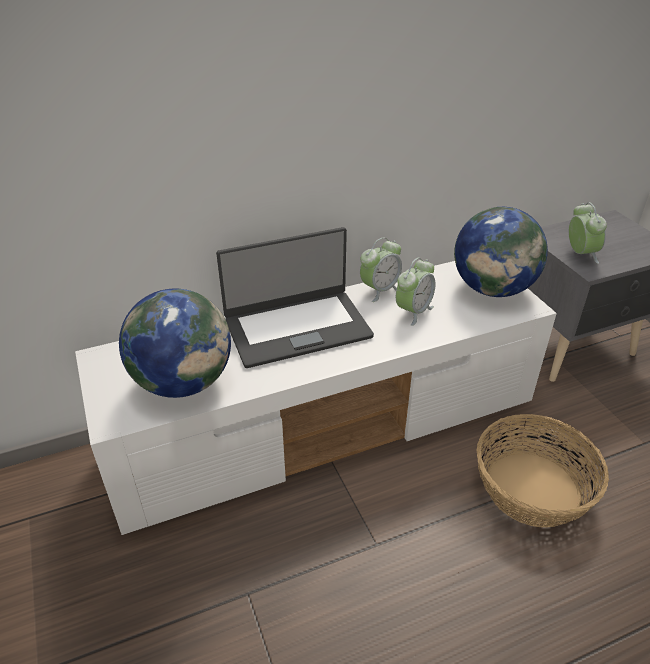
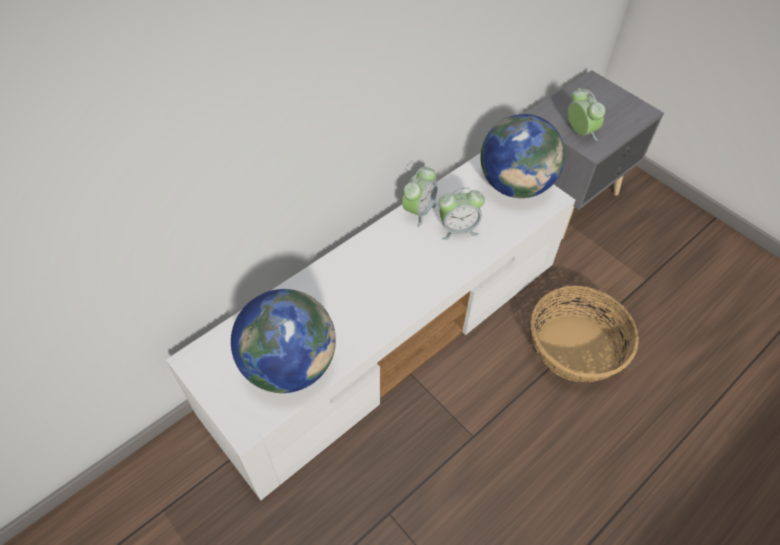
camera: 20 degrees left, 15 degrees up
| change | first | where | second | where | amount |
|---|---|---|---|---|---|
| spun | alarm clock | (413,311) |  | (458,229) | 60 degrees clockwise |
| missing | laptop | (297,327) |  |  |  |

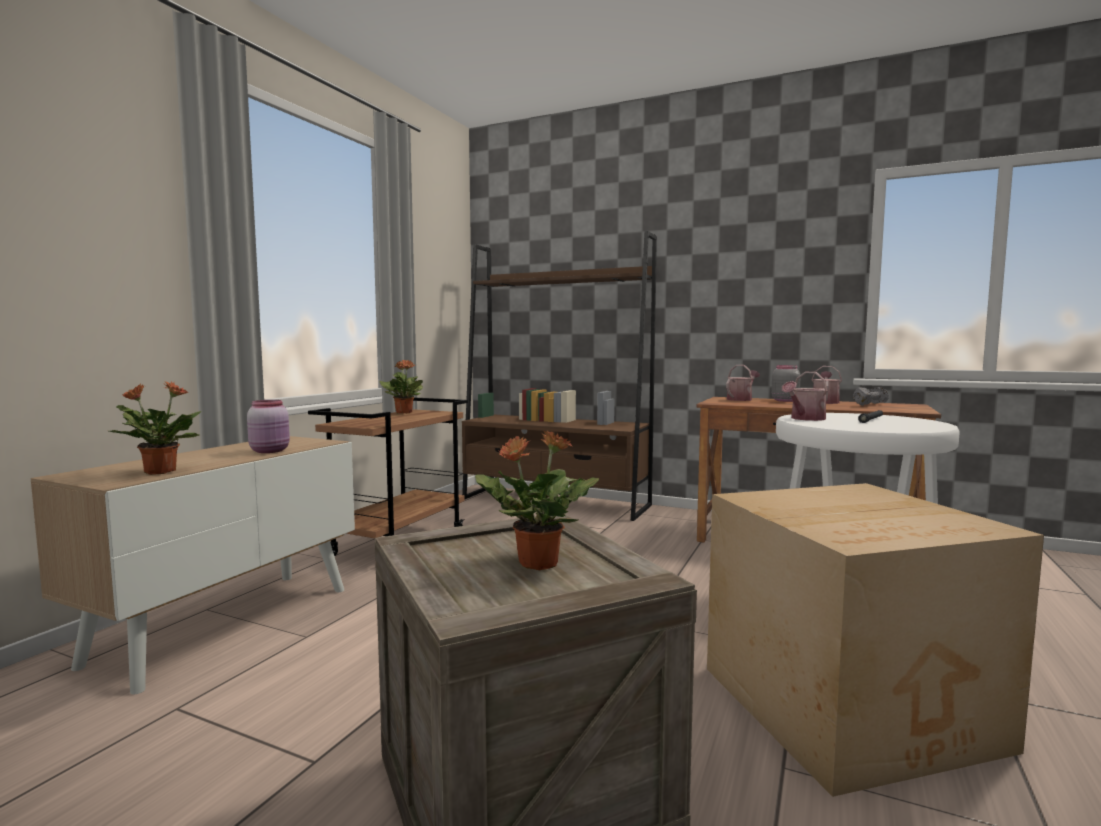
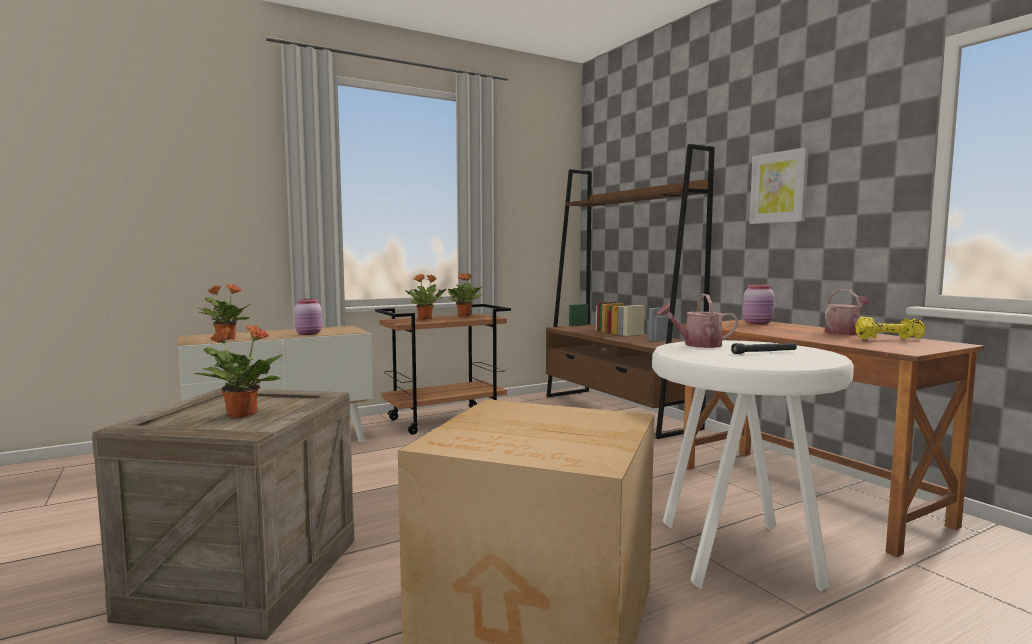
camera: 35 degrees right, 0 degrees up
| change | first | where | second | where | amount |
|---|---|---|---|---|---|
| appeared |  |  | potted plant | (425,319) |  |
| exchanged | watering can | (741,399) | jar/pink | (758,323) |  |
| appeared |  |  | picture | (779,187) |  |
| colour | dumbbell/grey | (869,404) | dumbbell/yellow | (888,339) |  |
| missing | jar/grey | (784,400) |  |  |  |

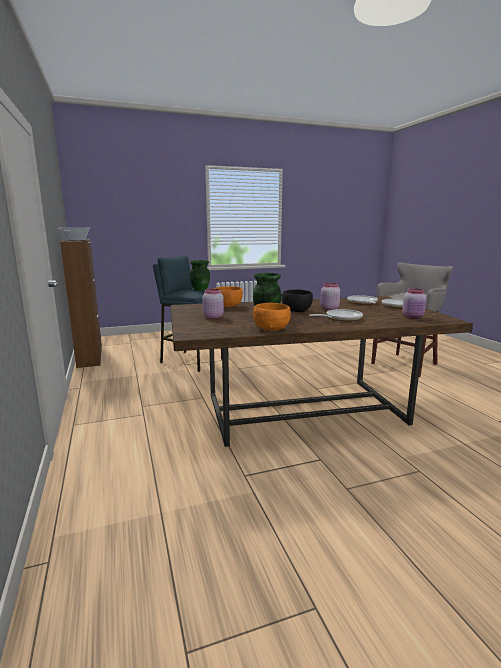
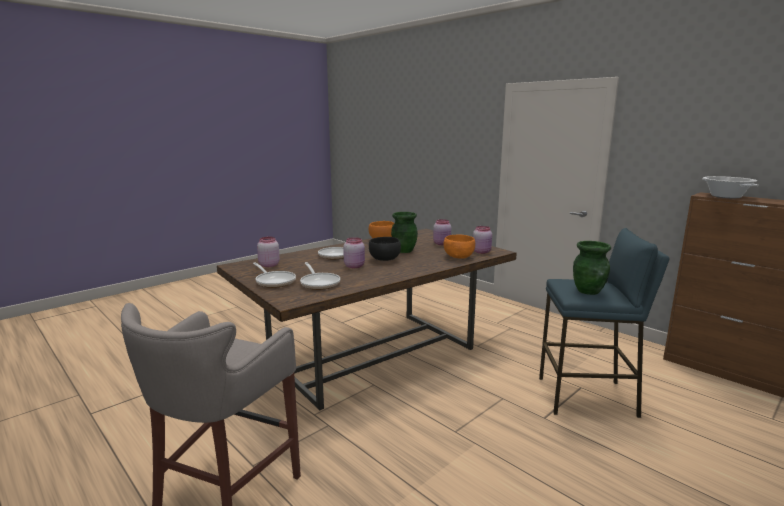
camera: 155 degrees right, 0 degrees up
| change | first | where | second | where | amount |
|---|---|---|---|---|---|
| appeared |  |  | jar/pink | (482,252) |  |

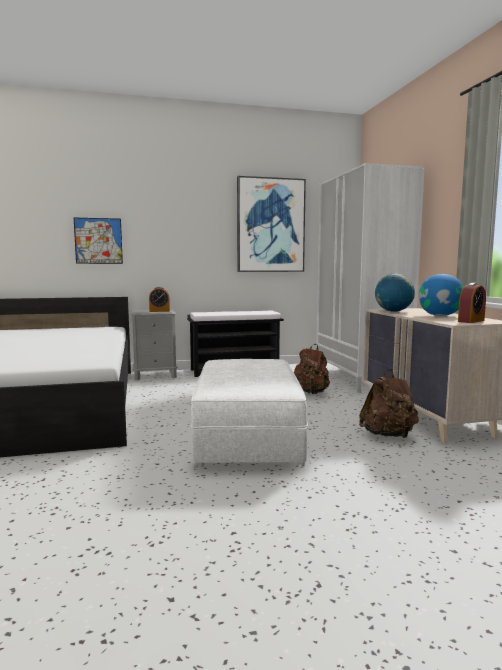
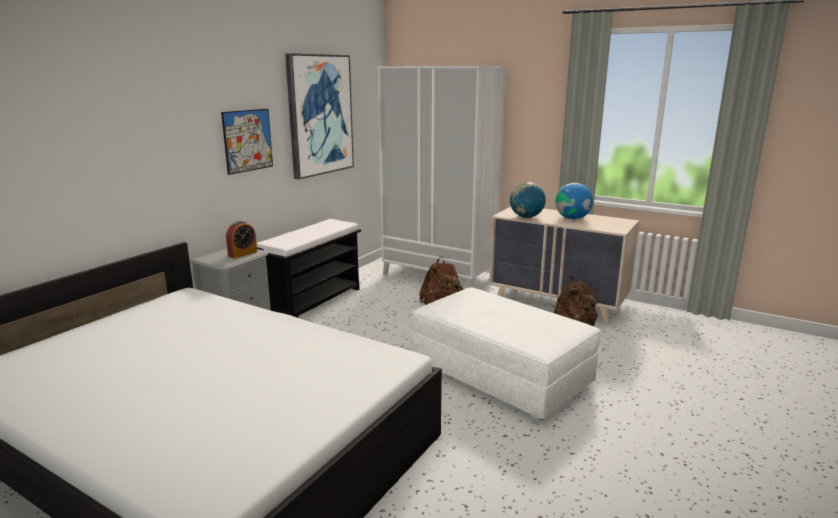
camera: 45 degrees left, 10 degrees up
| change | first | where | second | where | amount |
|---|---|---|---|---|---|
| relocated | picture | (98,241) |  | (248,140) |  |
| missing | alarm clock | (471,321) |  |  |  |

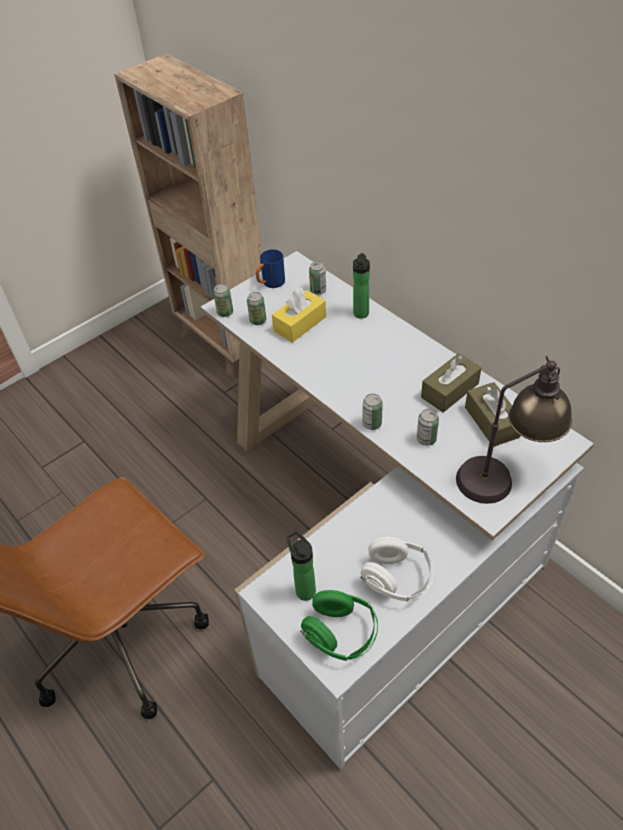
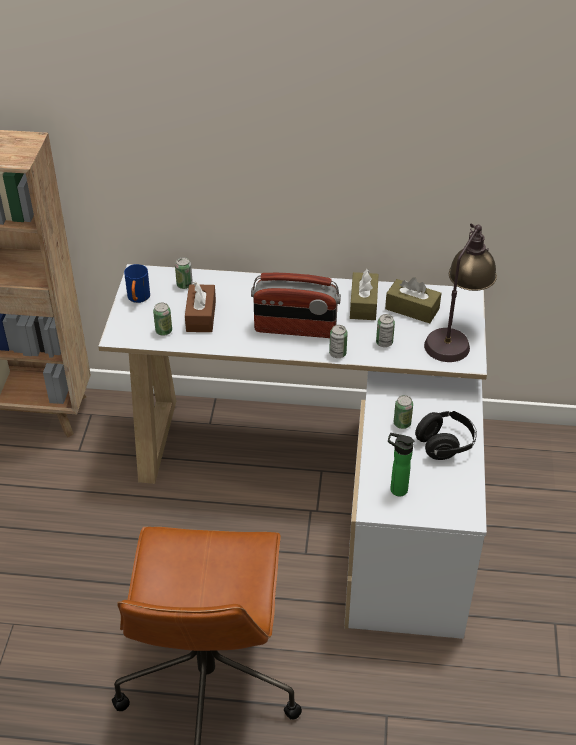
camera: 45 degrees left, 5 degrees down
| change | first | where | second | where | amount |
|---|---|---|---|---|---|
| colour | tissue box/yellow | (300,324) | tissue box/brown | (201,316) |  |
| appeared |  |  | radio | (295,329) |  |
| relocated | can | (225,312) |  | (402,423) |  |
| colour | headphones/white | (397,579) | headphones/black | (445,444) |  |
| missing | headphones/green | (341,634) |  |  |  |
| missing | bottle | (360,315) |  |  |  |

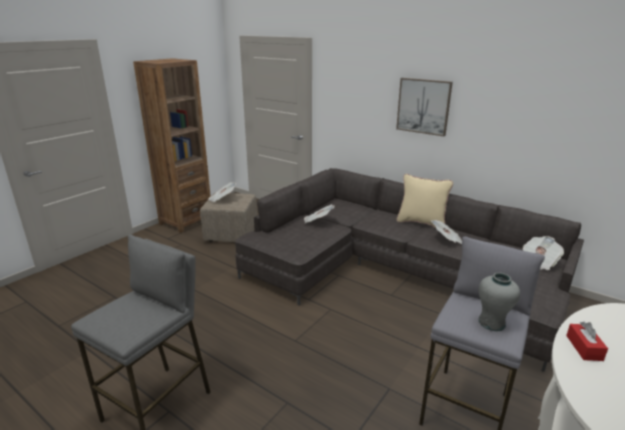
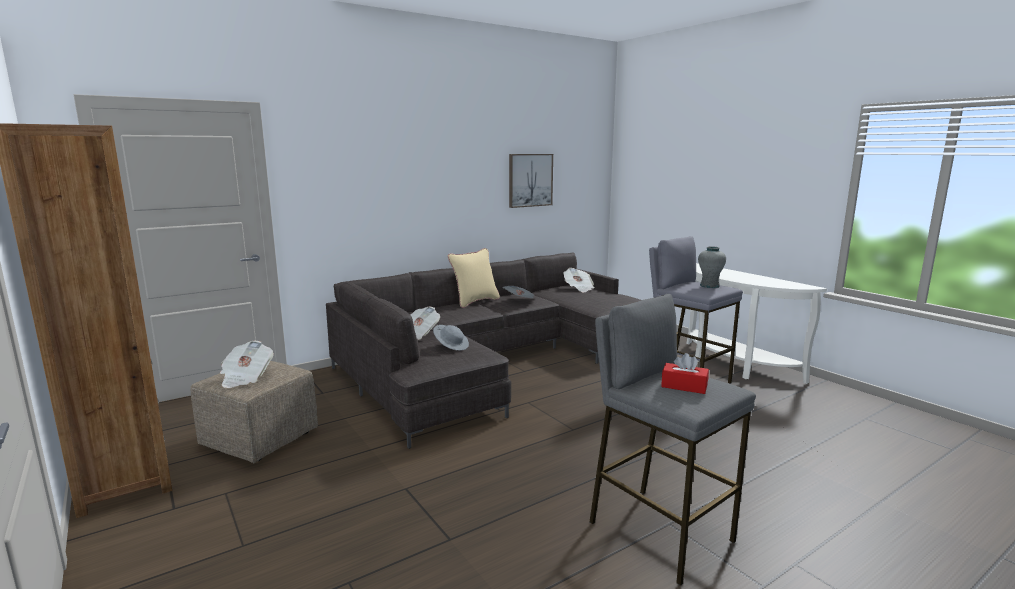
camera: 70 degrees left, 10 degrees down
| change | first | where | second | where | amount |
|---|---|---|---|---|---|
| appeared |  |  | hat/grey | (451,346) |  |
| relocated | picture | (423,106) |  | (530,180) |  |
| relocated | tissue box/red | (584,348) |  | (684,386) |  |

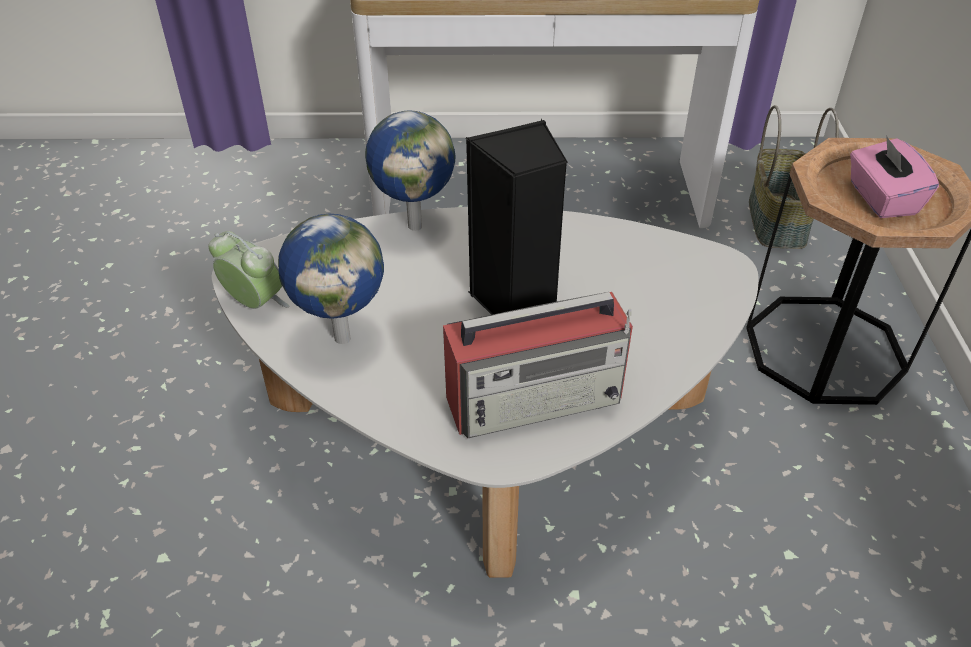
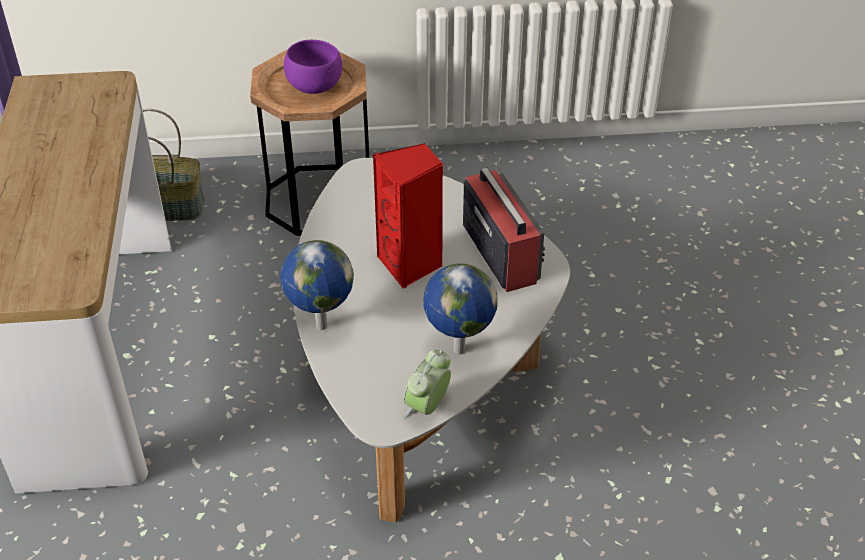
camera: 95 degrees left, 0 degrees up
| change | first | where | second | where | amount |
|---|---|---|---|---|---|
| exchanged | tissue box/pink | (881,199) | bowl/purple | (315,87) |  |
| colour | speaker/black | (516,303) | speaker/red | (411,265) |  |

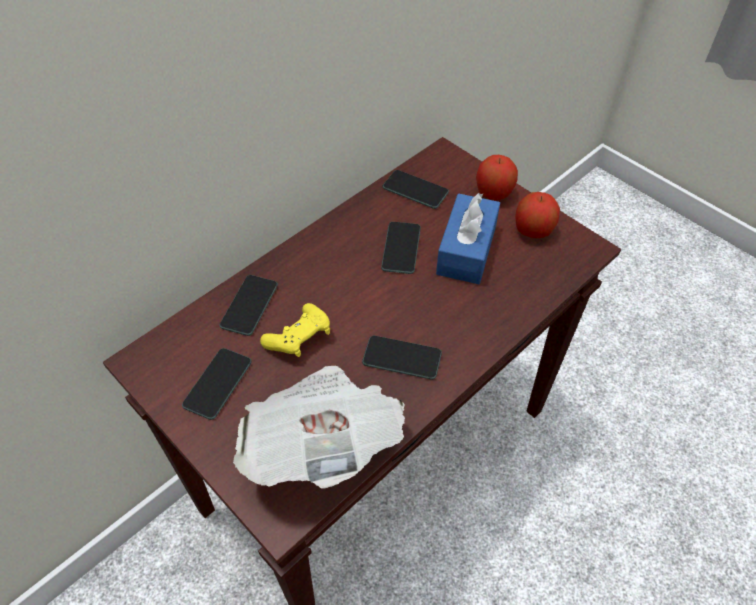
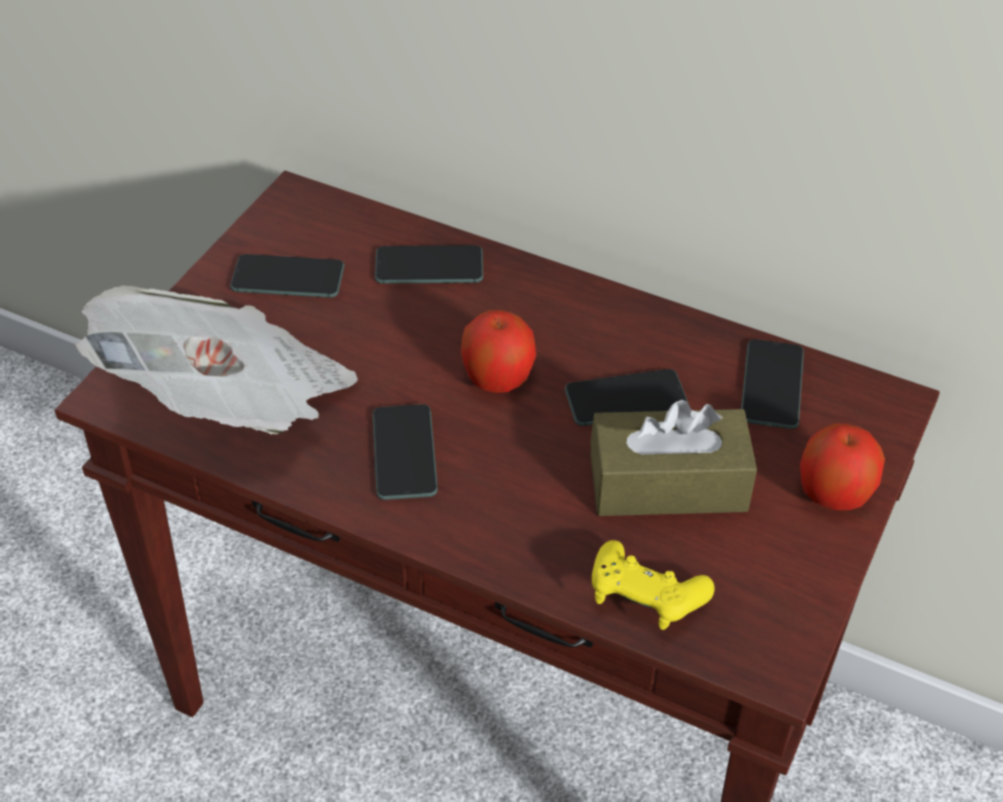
camera: 70 degrees right, 5 degrees down
| change | first | where | second | where | amount |
|---|---|---|---|---|---|
| relocated | apple | (533,230) |  | (498,378) |  |
| colour | tissue box/blue | (466,250) | tissue box/brown | (668,483) |  |
| relocated | game controller/yellow | (299,339) |  | (644,600) |  |

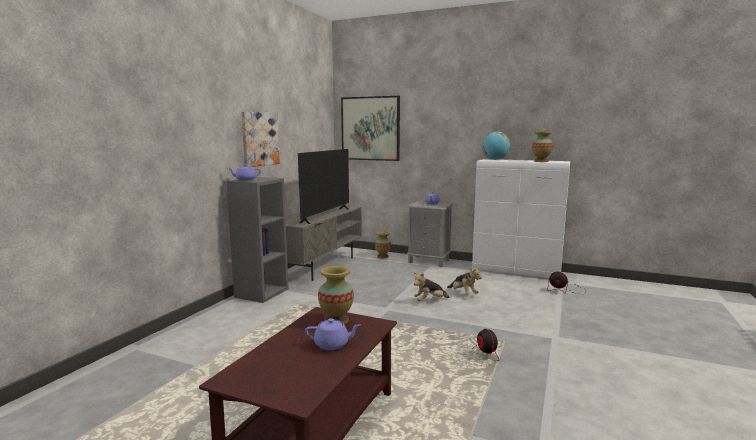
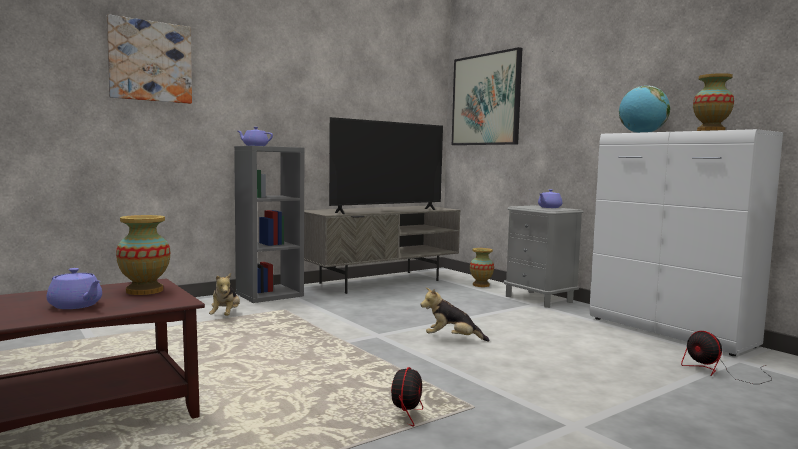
camera: 30 degrees right, 5 degrees down
| change | first | where | second | where | amount |
|---|---|---|---|---|---|
| relocated | picture | (260,139) |  | (150,61) |  |
| relocated | plush toy | (463,293) |  | (225,316) |  |

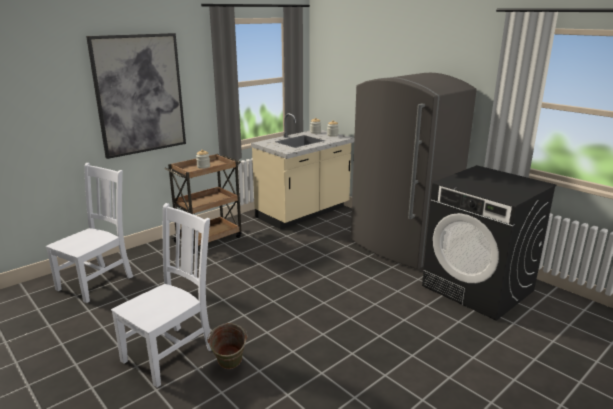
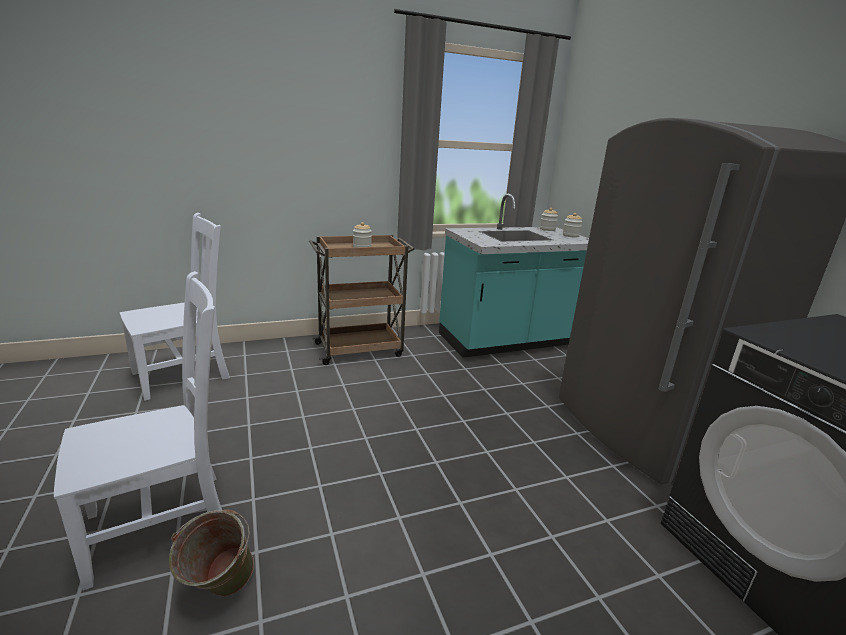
camera: 20 degrees right, 0 degrees up
| change | first | where | second | where | amount |
|---|---|---|---|---|---|
| colour | counter/beige | (304,213) | counter/turquoise | (507,341) |  |
| missing | picture | (139,94) |  |  |  |

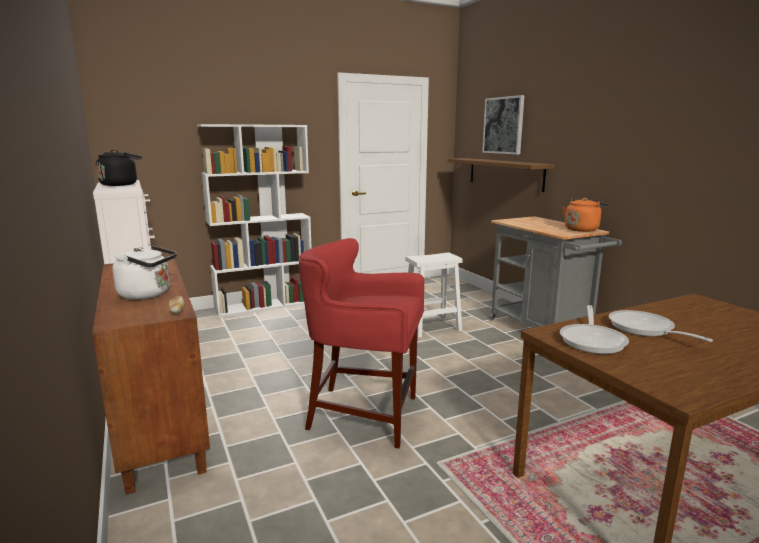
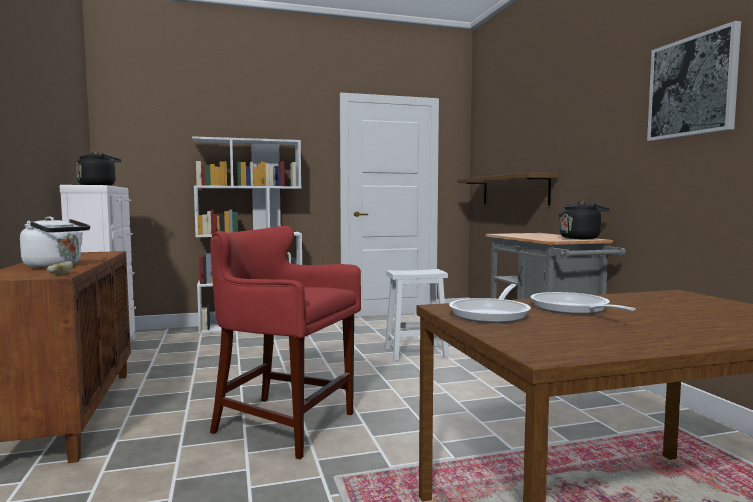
camera: 10 degrees right, 10 degrees down
| change | first | where | second | where | amount |
|---|---|---|---|---|---|
| colour | kettle/orange | (582,229) | kettle/black | (581,238) |  |
| relocated | picture | (503,125) |  | (692,87) |  |

